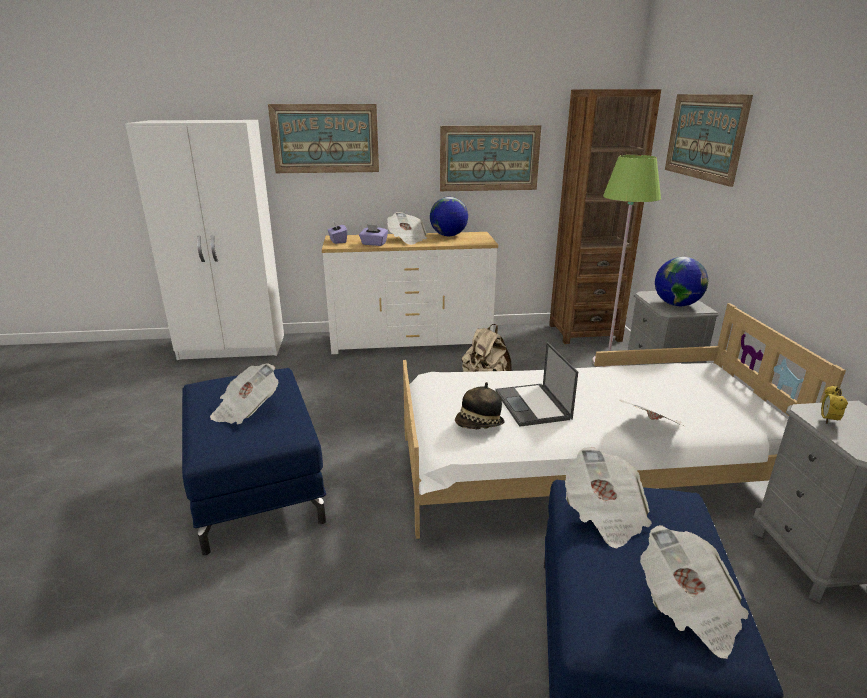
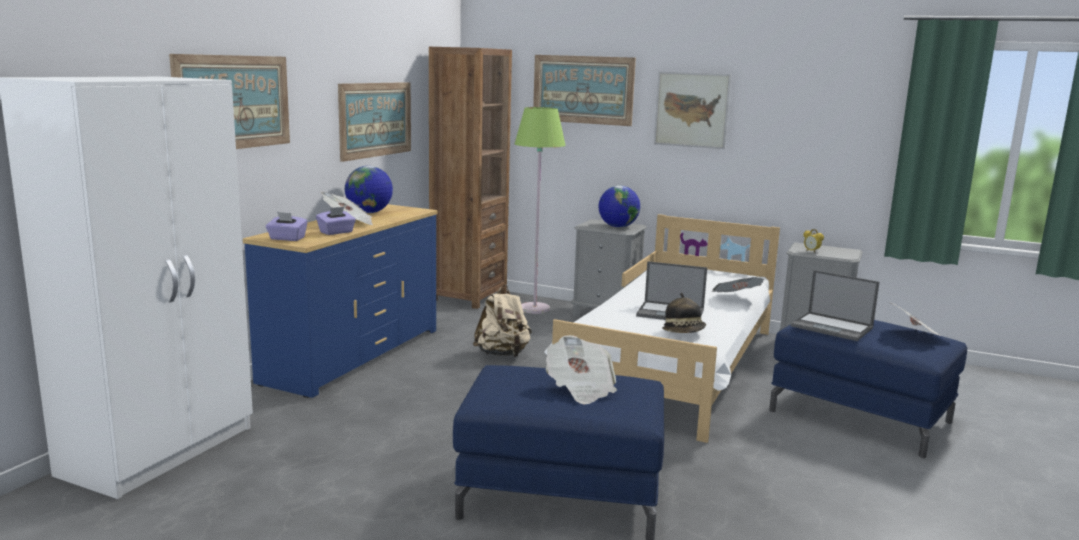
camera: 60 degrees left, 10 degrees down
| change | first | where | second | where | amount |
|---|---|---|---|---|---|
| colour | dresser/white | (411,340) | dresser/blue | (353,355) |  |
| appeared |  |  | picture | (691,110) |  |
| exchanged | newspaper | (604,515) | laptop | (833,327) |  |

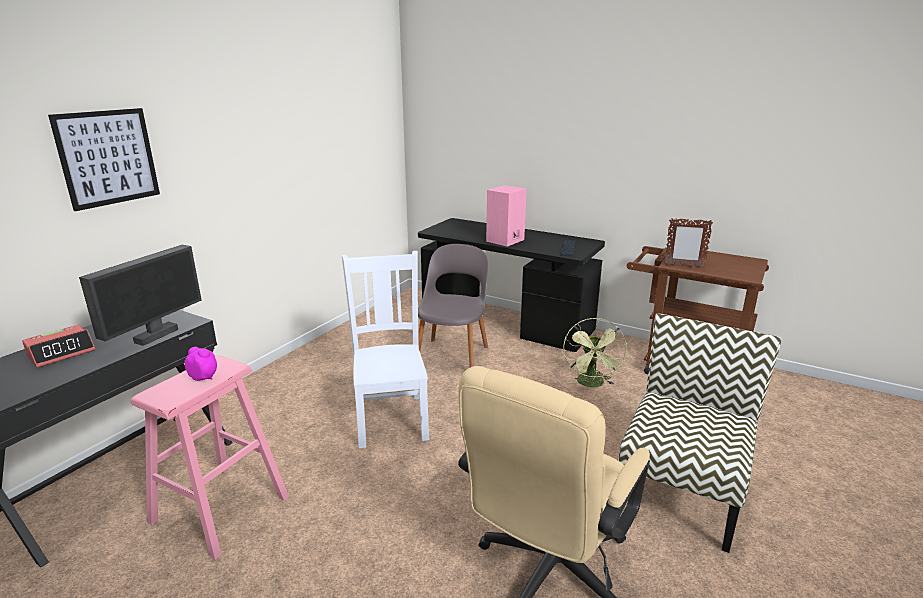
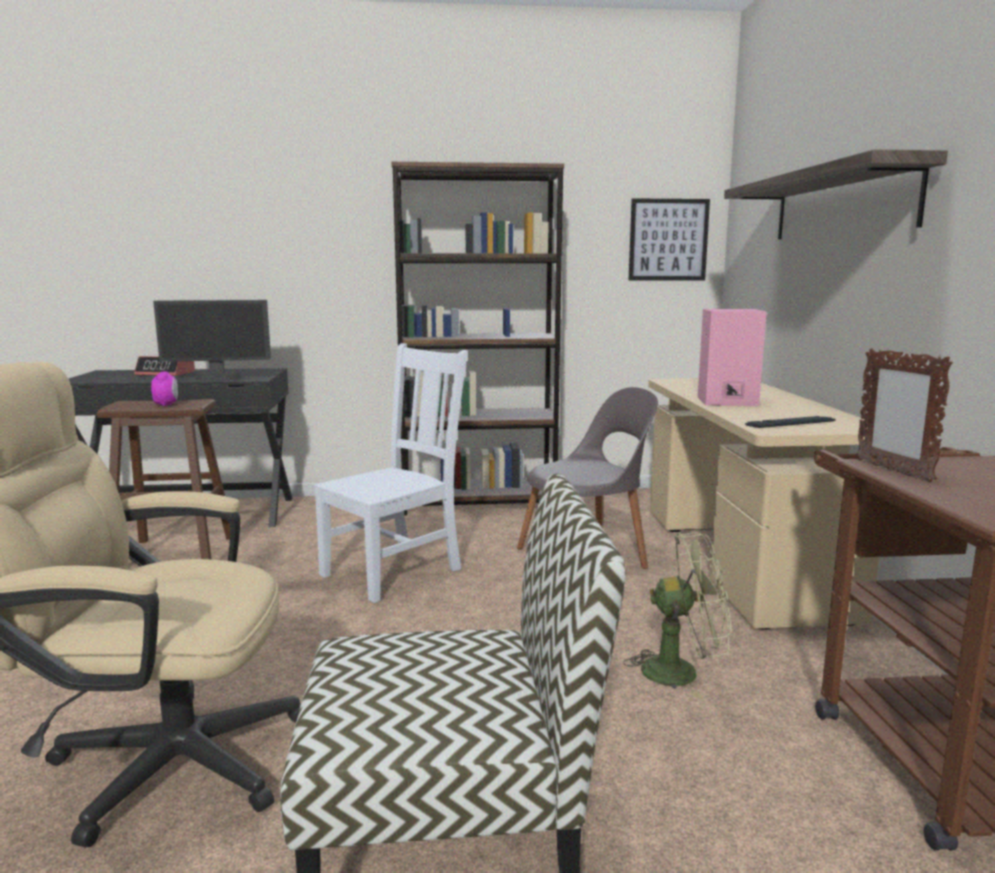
camera: 55 degrees right, 10 degrees down
| change | first | where | second | where | amount |
|---|---|---|---|---|---|
| colour | stool/pink | (219,509) | stool/brown | (173,556) |  |
| appeared |  |  | bookcase/brown | (479,503) |  |
| spun | fan/green | (592,384) |  | (681,671) | 150 degrees counterclockwise |
| relocated | picture | (108,157) |  | (668,240) |  |
| colour | desk/black | (506,323) | desk/beige | (740,560) |  |
| appeared |  |  | shelf | (841,204) |  |

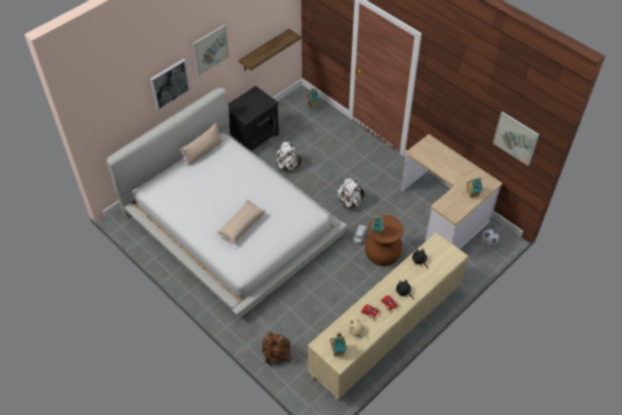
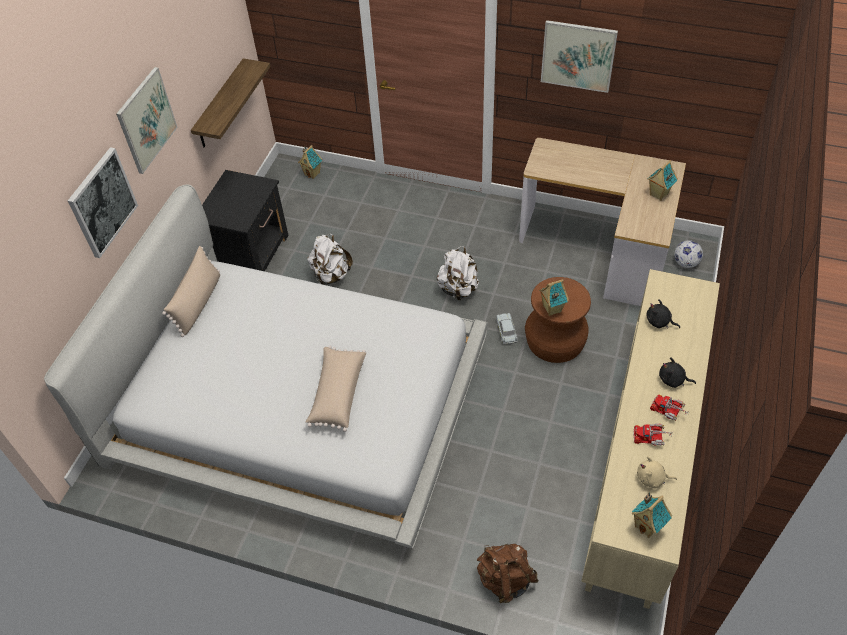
camera: 25 degrees left, 0 degrees up
| change | first | where | second | where | amount |
|---|---|---|---|---|---|
| relocated | picture | (516,138) |  | (578,56) |  |

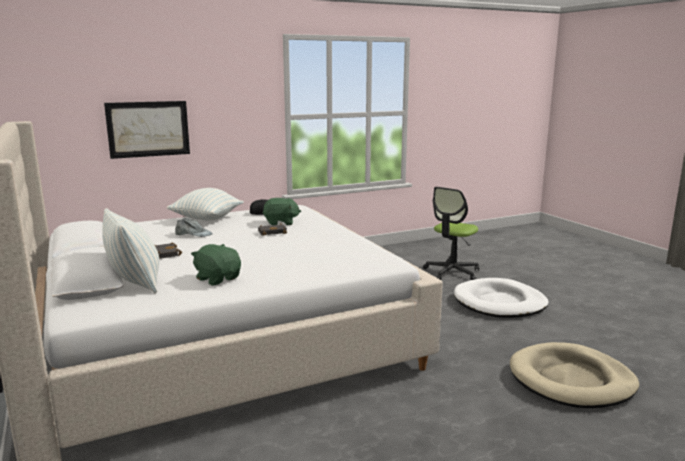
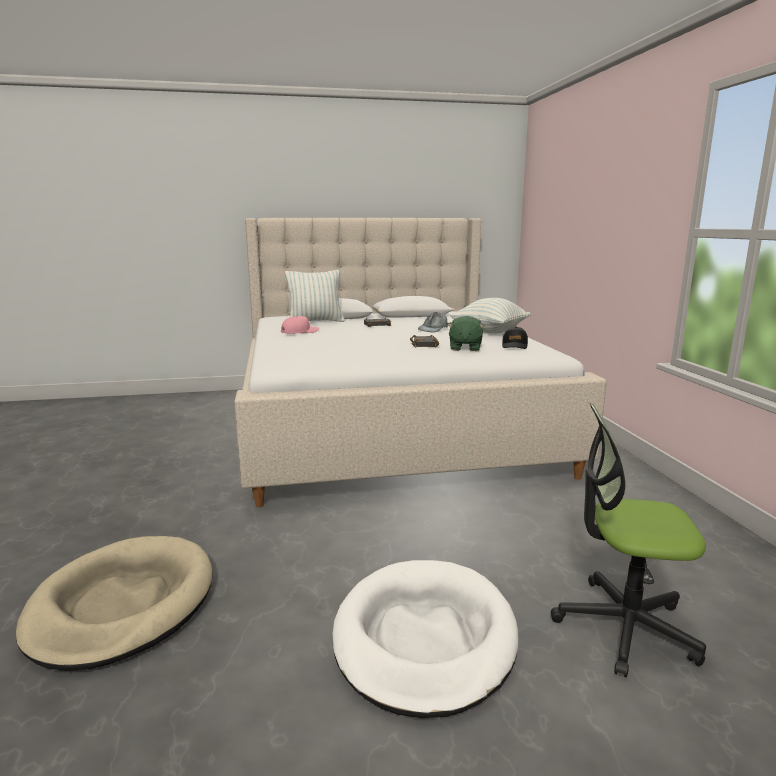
camera: 105 degrees right, 0 degrees up
| change | first | where | second | where | amount |
|---|---|---|---|---|---|
| exchanged | plush toy/green | (218,278) | cap/pink | (300,332) |  |
| spun | office chair | (452,272) |  | (624,626) | 45 degrees counterclockwise |
| missing | picture | (148,129) |  |  |  |

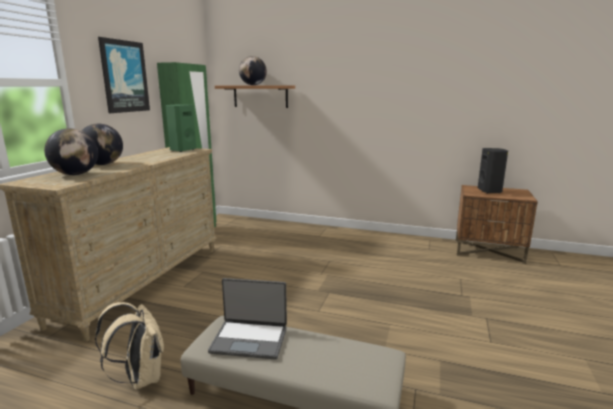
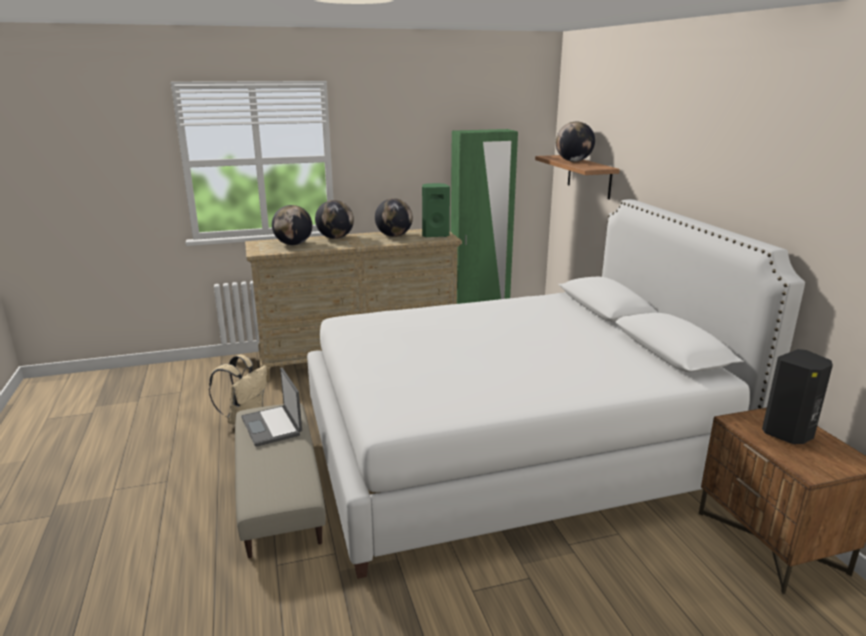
camera: 55 degrees right, 5 degrees up
| change | first | where | second | where | amount |
|---|---|---|---|---|---|
| appeared |  |  | bed/white | (510,449) |  |
| appeared |  |  | globe | (394,236) |  |
| missing | picture | (124,76) |  |  |  |

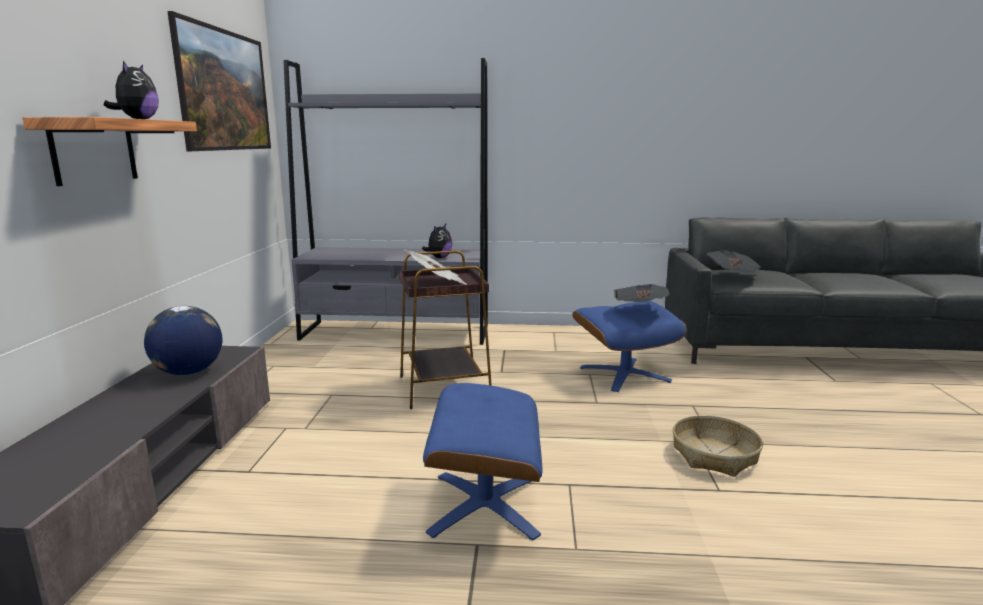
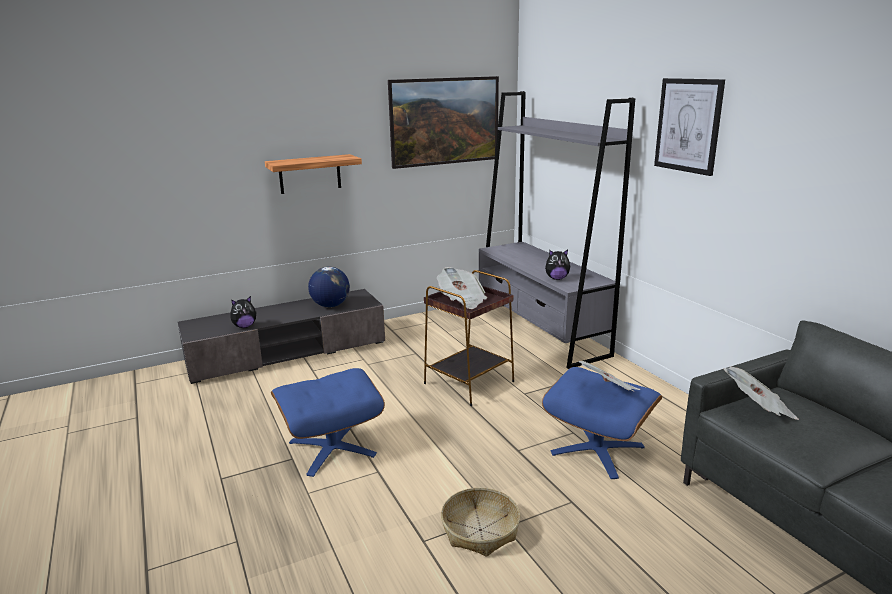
camera: 60 degrees right, 5 degrees up
| change | first | where | second | where | amount |
|---|---|---|---|---|---|
| relocated | plush toy | (138,119) |  | (244,326) |  |
| appeared |  |  | picture | (688,125) |  |

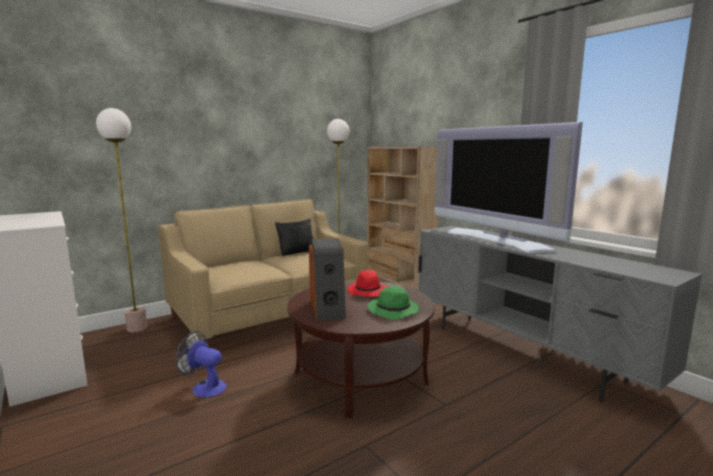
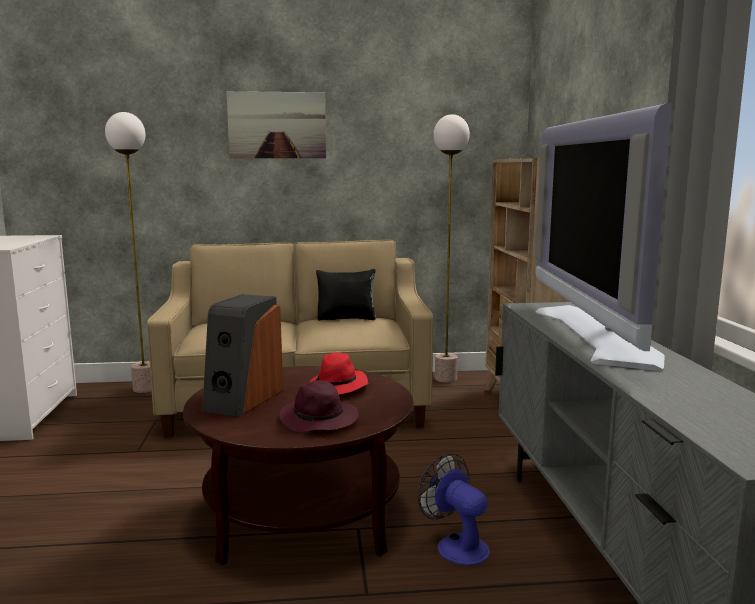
camera: 30 degrees right, 0 degrees up
| change | first | where | second | where | amount |
|---|---|---|---|---|---|
| appeared |  |  | picture | (277,125) |  |
| colour | hat/green | (394,311) | hat/purple | (319,420) |  |
| relocated | fan | (204,387) |  | (456,545) |  |

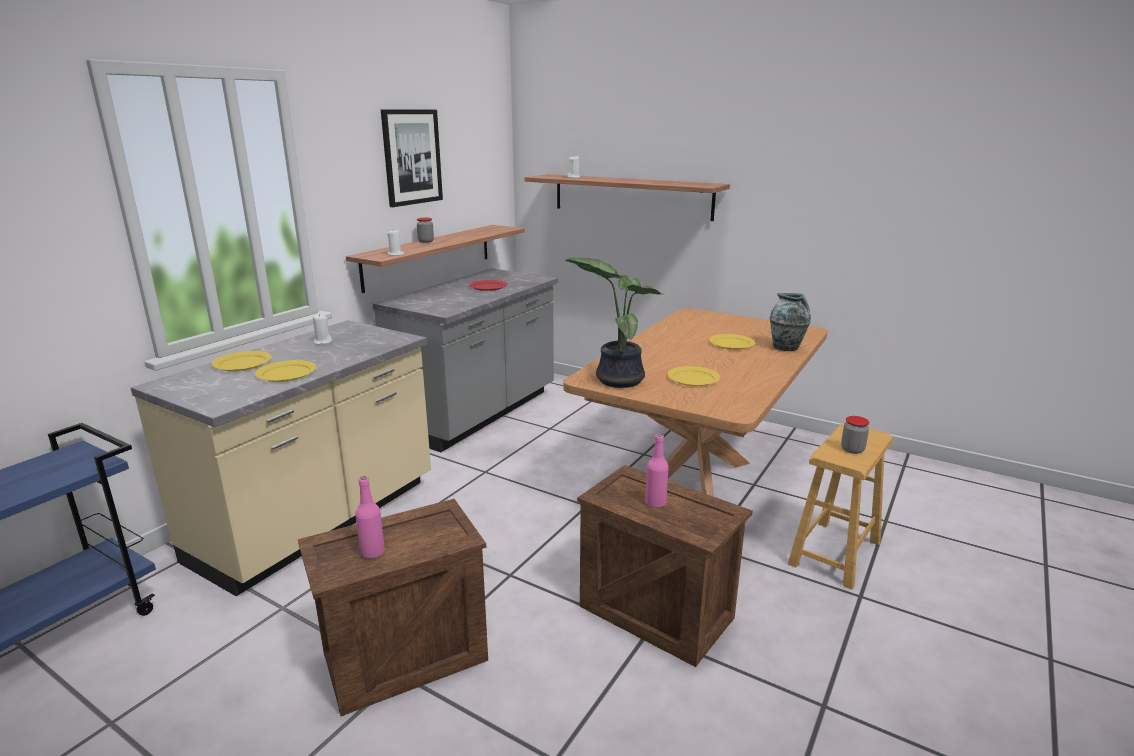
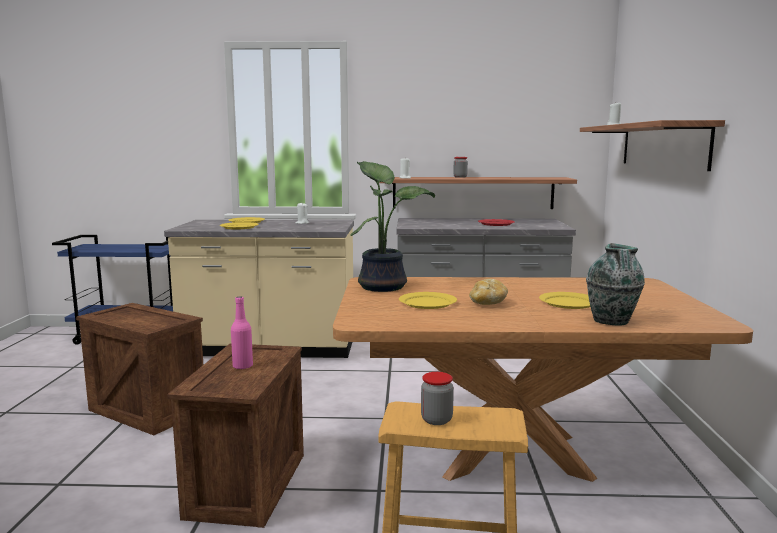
camera: 60 degrees right, 10 degrees down
| change | first | where | second | where | amount |
|---|---|---|---|---|---|
| appeared |  |  | bread | (488,303) |  |
| missing | bottle/pink | (372,552) |  |  |  |
| missing | picture | (412,157) |  |  |  |

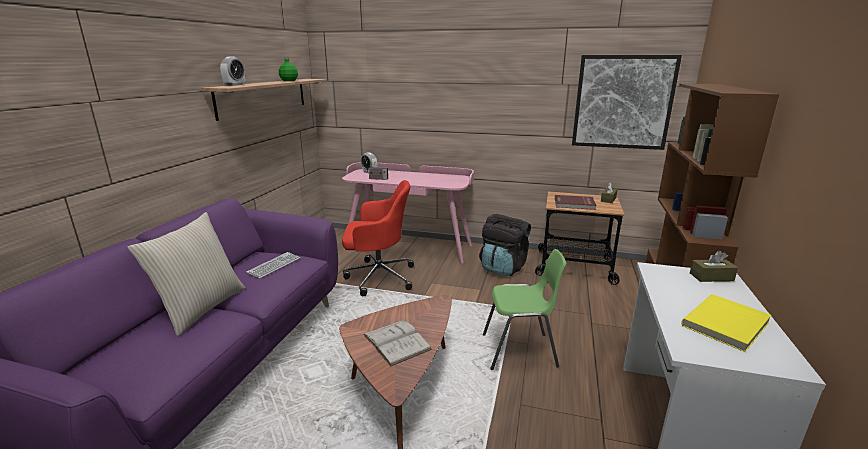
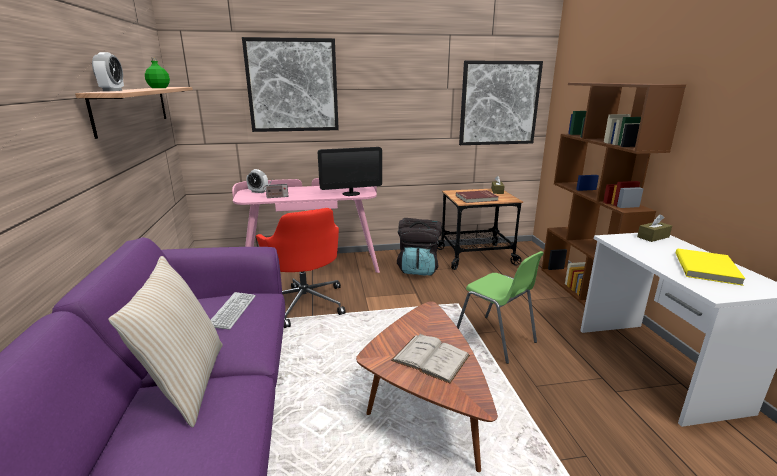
camera: 25 degrees left, 0 degrees up
| change | first | where | second | where | amount |
|---|---|---|---|---|---|
| appeared |  |  | picture | (292,86) |  |
| spun | office chair/red | (378,277) |  | (305,303) | 90 degrees clockwise |
| appeared |  |  | monitor | (351,194) |  |
| spun | chair/green | (520,351) |  | (495,339) | 75 degrees clockwise |

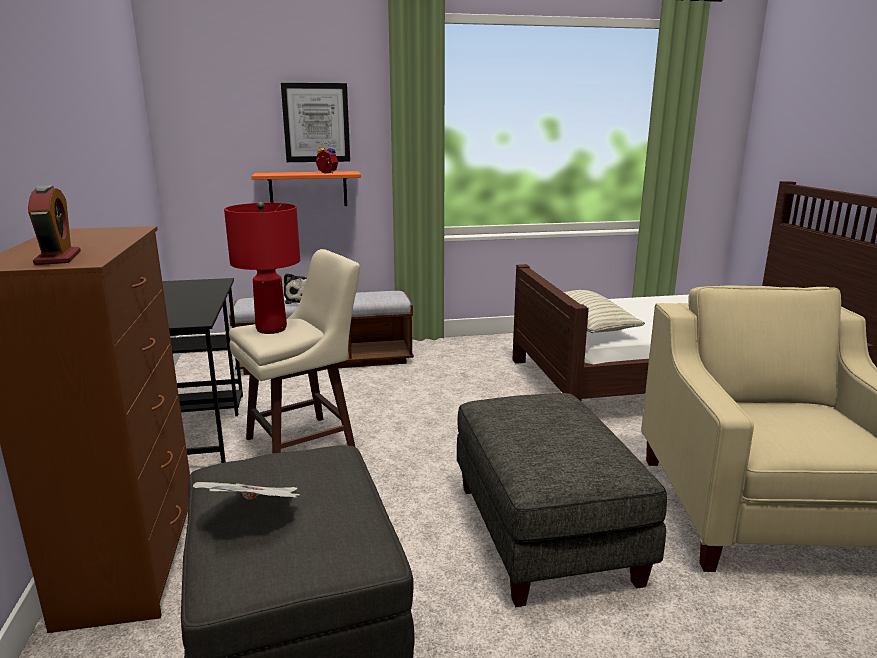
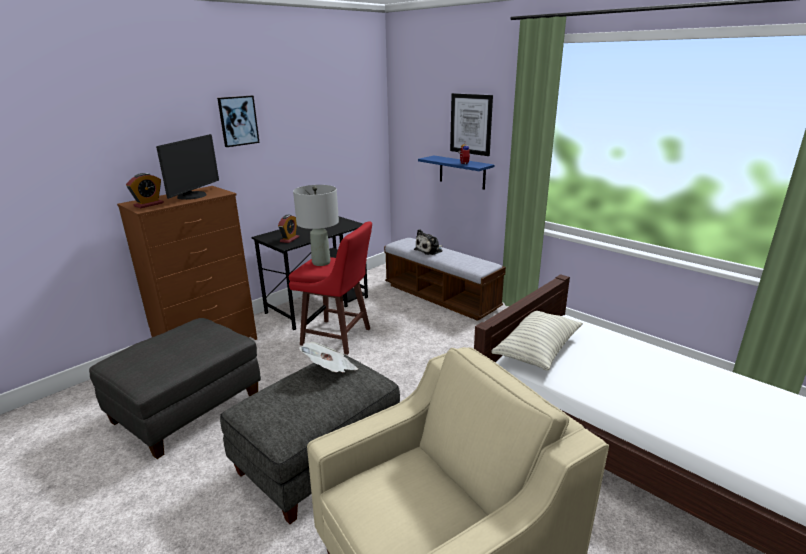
camera: 55 degrees right, 5 degrees up
| change | first | where | second | where | amount |
|---|---|---|---|---|---|
| appeared |  |  | monitor | (193,196) |  |
| appeared |  |  | picture | (238,121) |  |
| appeared |  |  | alarm clock | (289,239) |  |
| colour | stool/beige | (304,443) | stool/red | (337,337) |  |
| colour | table lamp/red | (272,329) | table lamp/grey | (321,262) |  |
| relocated | newspaper | (255,512) |  | (330,370) |  |
| colour | shelf/orange | (308,189) | shelf/blue | (462,172) |  |

